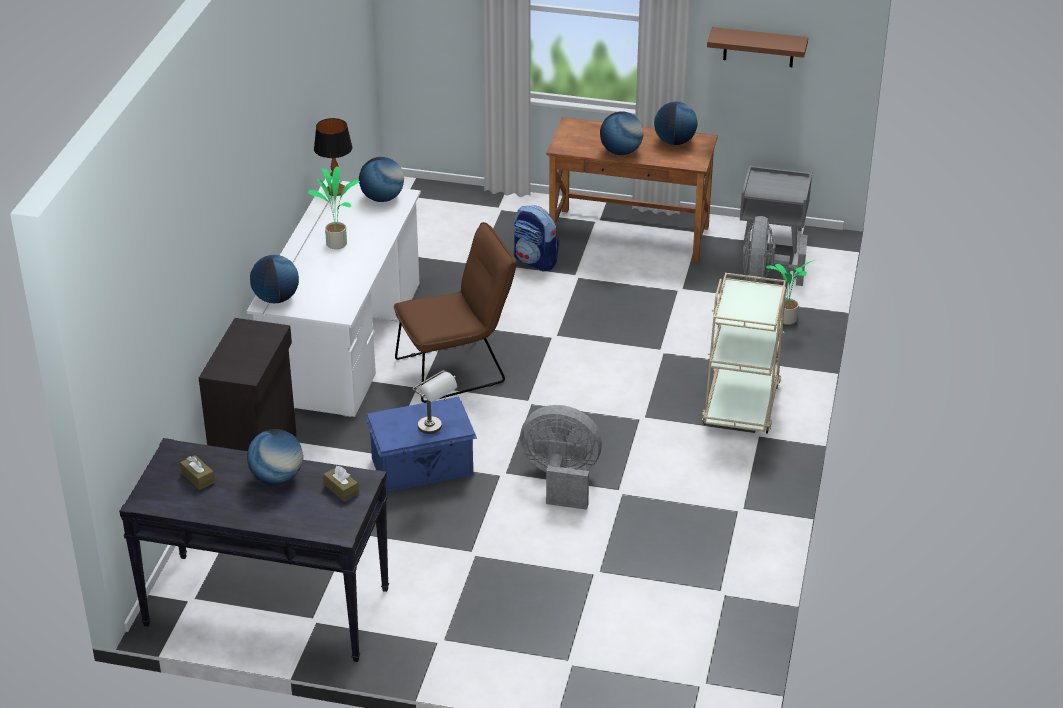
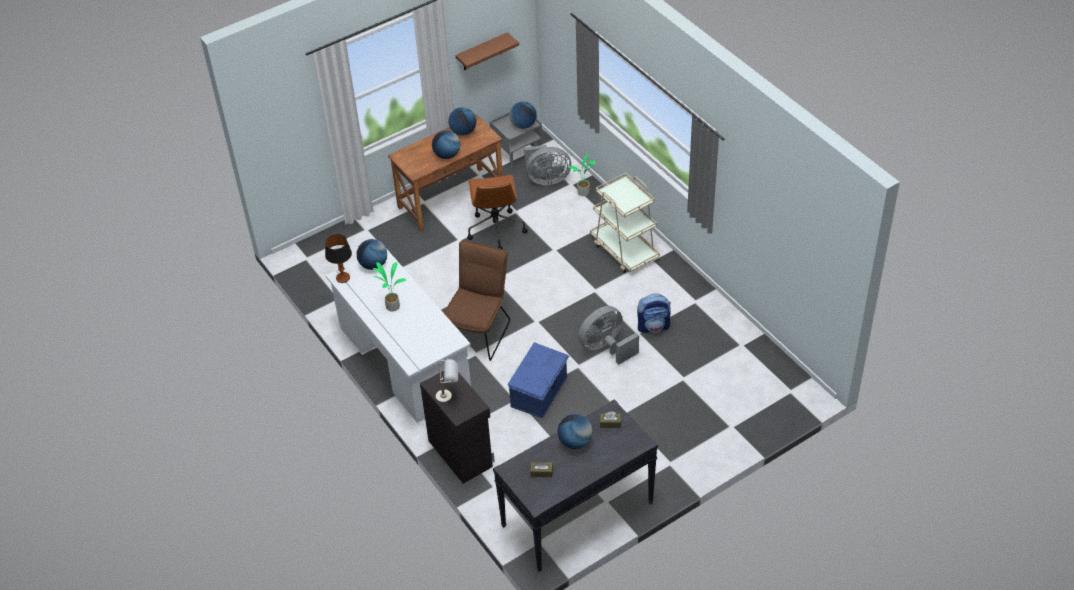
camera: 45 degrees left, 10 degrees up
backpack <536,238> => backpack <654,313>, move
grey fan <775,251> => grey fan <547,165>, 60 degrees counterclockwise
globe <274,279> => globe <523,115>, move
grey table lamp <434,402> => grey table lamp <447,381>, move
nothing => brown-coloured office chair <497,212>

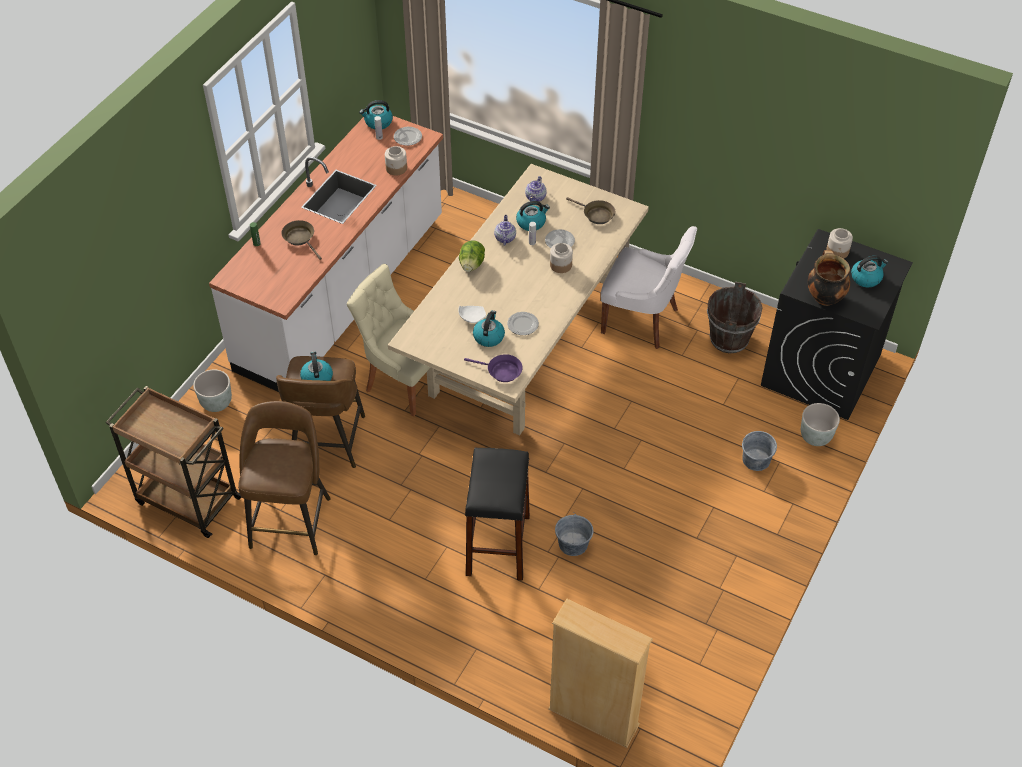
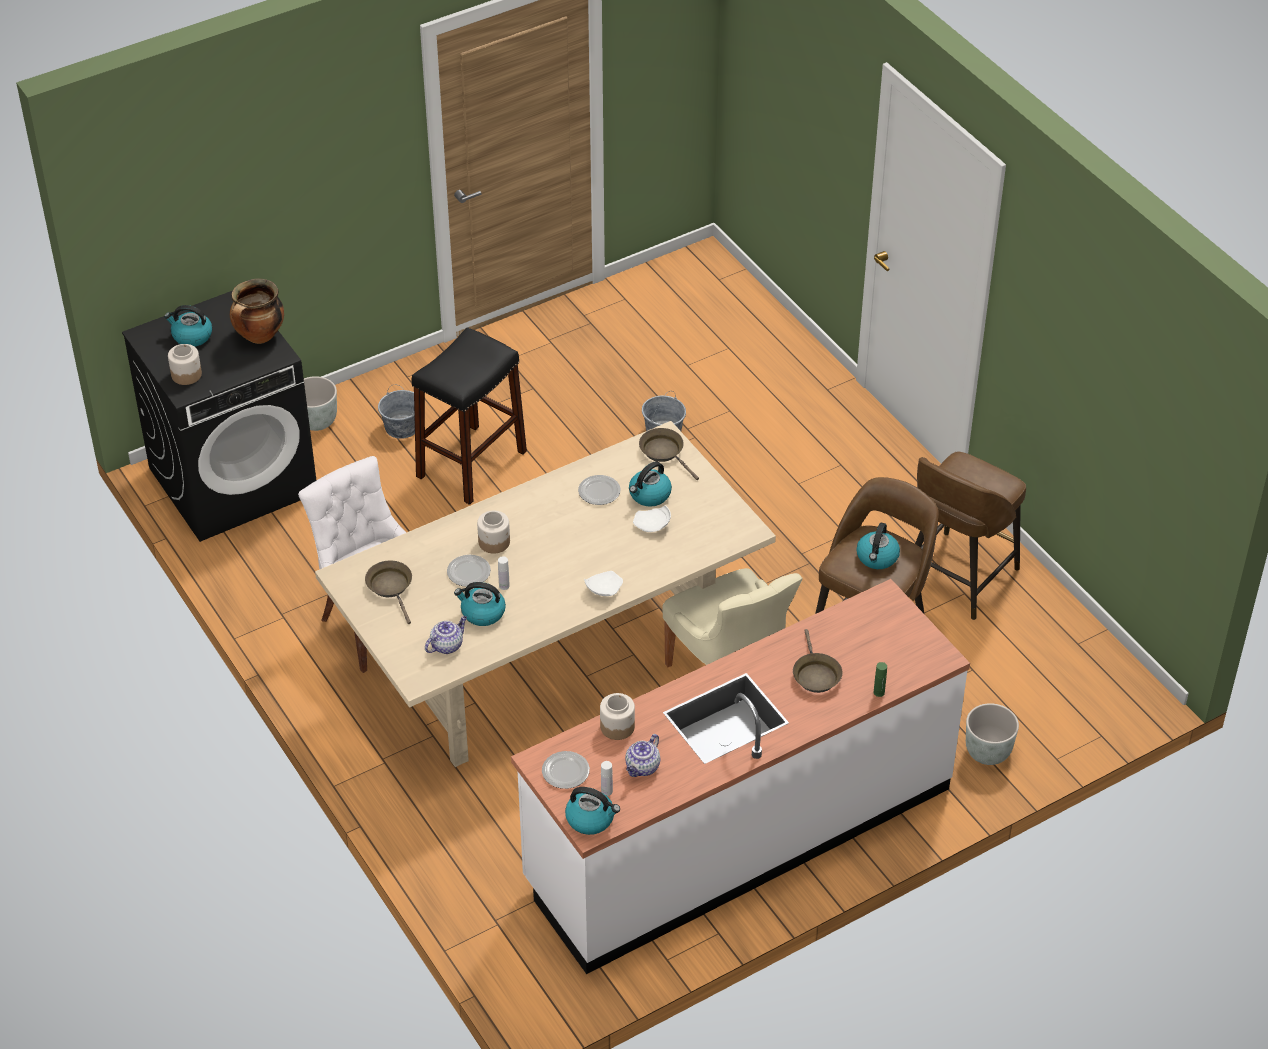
camera: 150 degrees left, 5 degrees down
tea pot <505,230> => tea pot <642,755>, move
head of lettuce <472,256> => white dinner plate <603,583>
brown-coloured pail <735,318> => nothing
purple-coloured pan <493,368> => brown-coloured pan <669,454>
brown-coloured cart <173,462> => nothing
black stool <497,514> => black stool <469,416>, move
beige-coloured bookshelf <600,673> => nothing

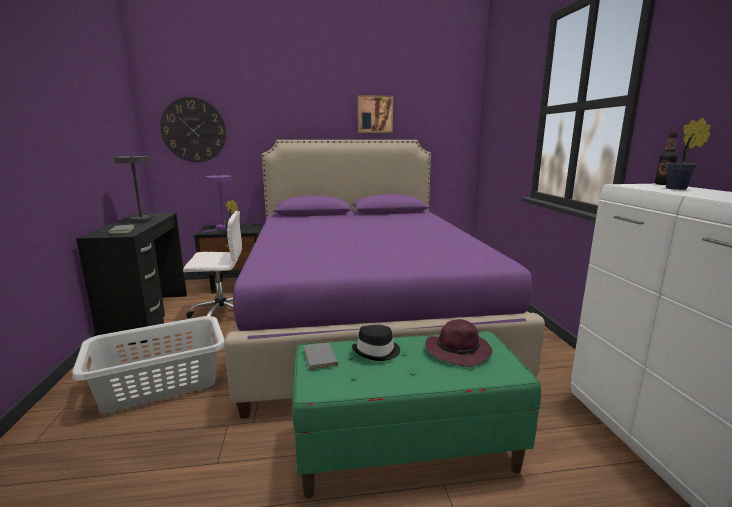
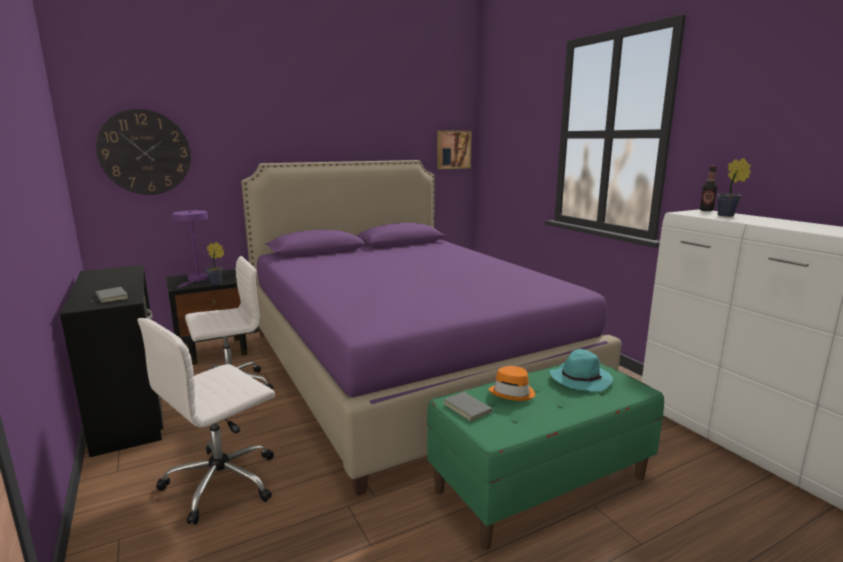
camera: 20 degrees left, 0 degrees up
picture <375,114> => picture <454,149>, move
grey table lamp <136,189> => nothing
grey laundry basket <148,364> => white office chair <206,421>
purple-coloured hat <458,343> => blue-green hat <581,370>
black hat <376,343> => orange-coloured hat <511,383>

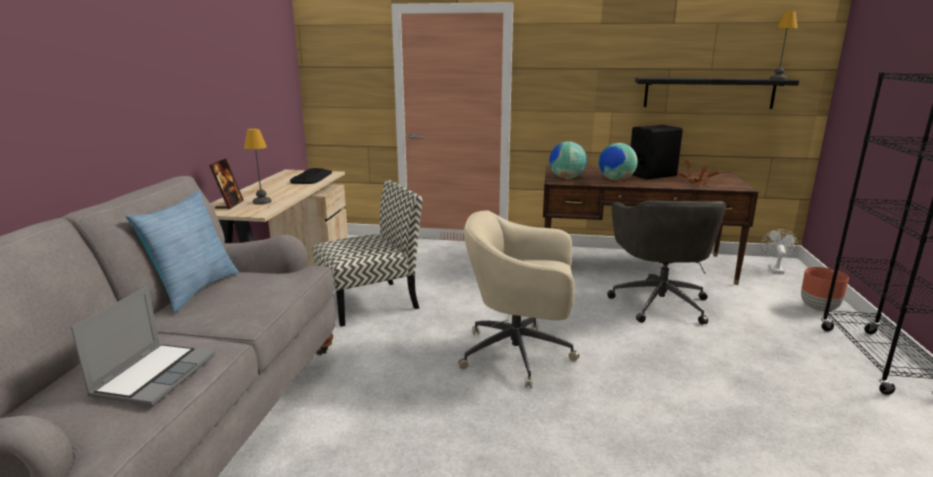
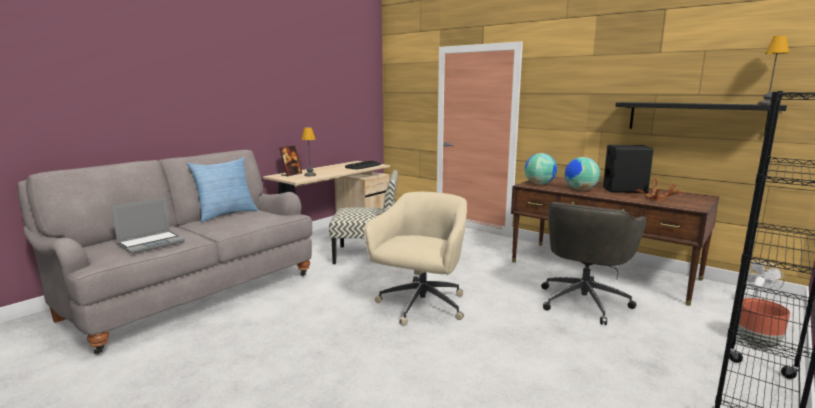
camera: 30 degrees right, 5 degrees down
beige-coloured office chair <519,299> => beige-coloured office chair <415,259>, 75 degrees clockwise

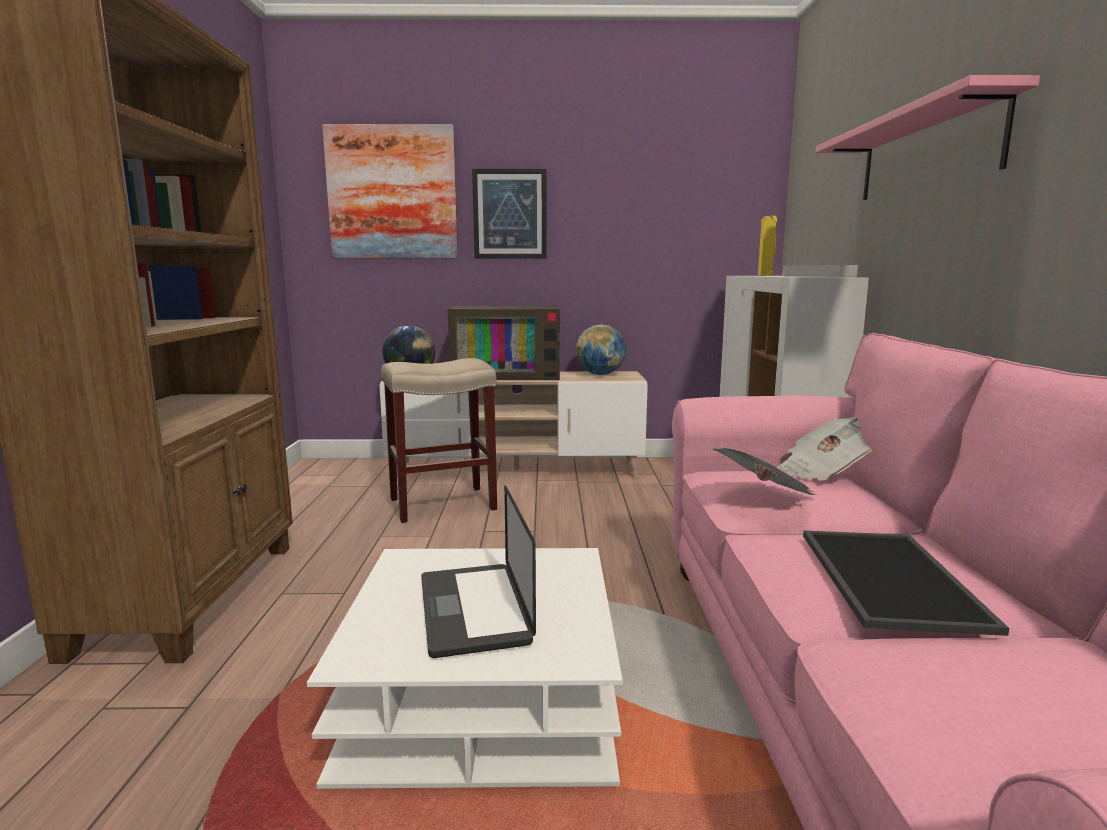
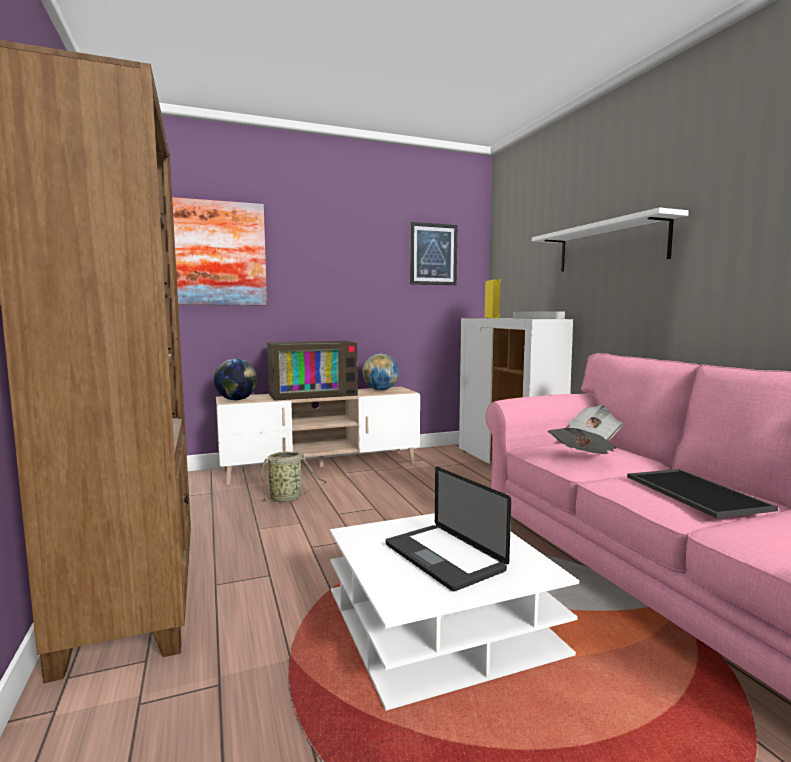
camera: 20 degrees left, 5 degrees down
pinkish bracket shelf <927,137> => white bracket shelf <610,239>
picture <509,214> => picture <433,253>, move
beige-coloured stool <439,440> => storage basket <290,477>

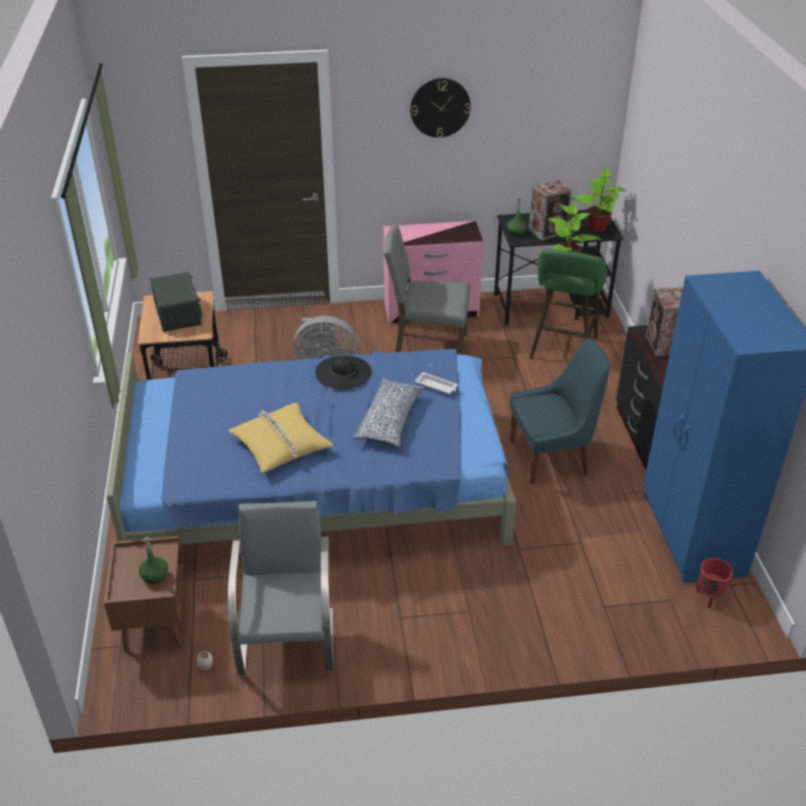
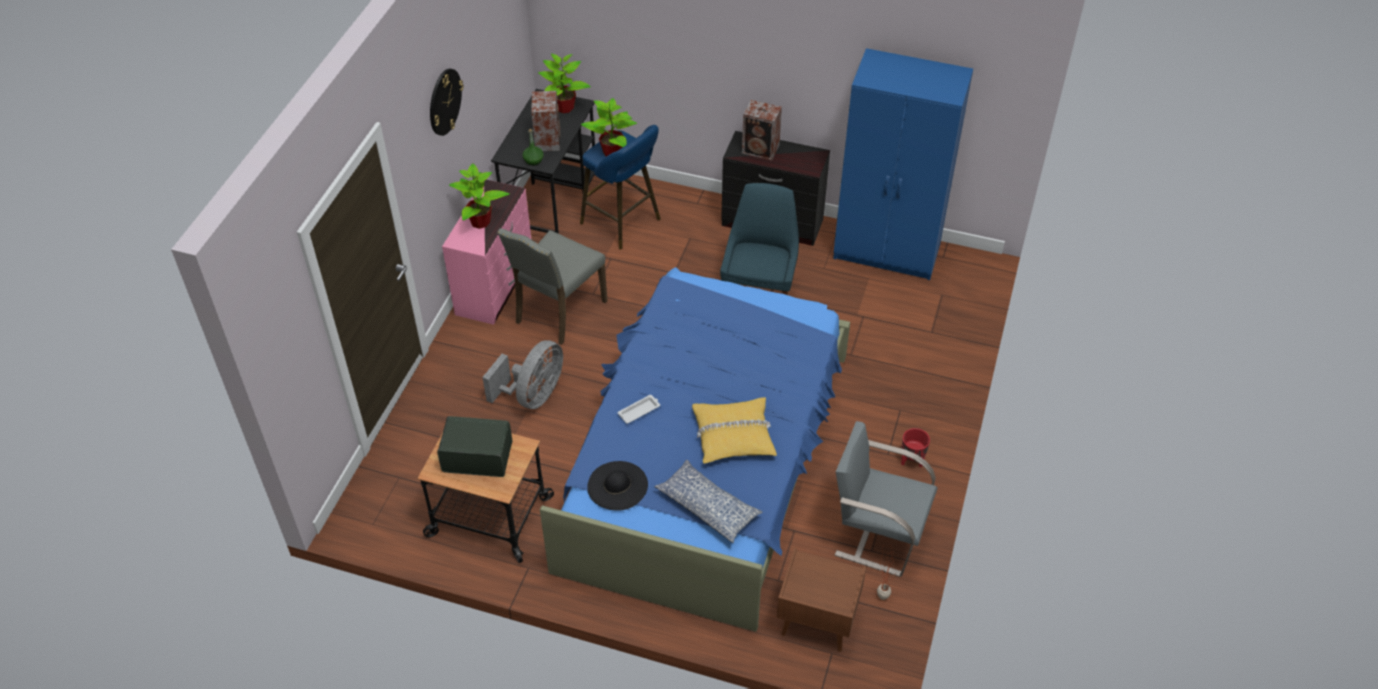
camera: 65 degrees left, 10 degrees up
green-coloured stool <568,304> => bluish stool <620,187>
black hat <343,372> => black hat <617,486>, move
white serving tray <436,383> => white serving tray <639,409>, move
cushion <389,412> => cushion <708,501>, move
green-coloured bottle <153,560> => nothing
red-coloured flower pot <714,583> => red-coloured flower pot <915,447>, move
nothing => plant in a pot <479,196>

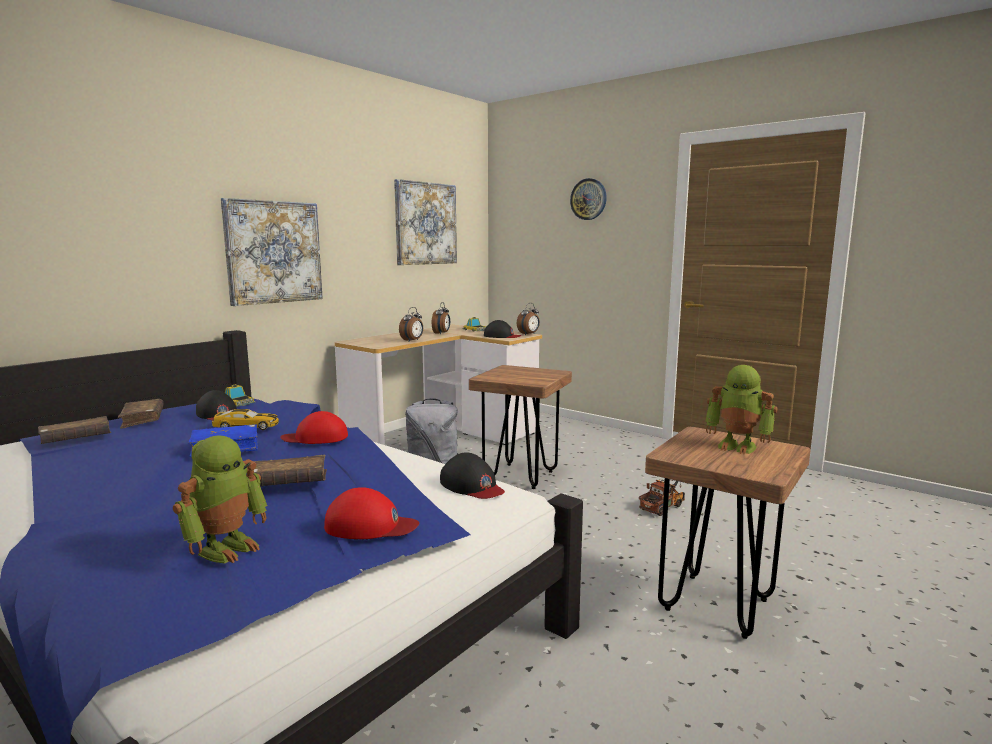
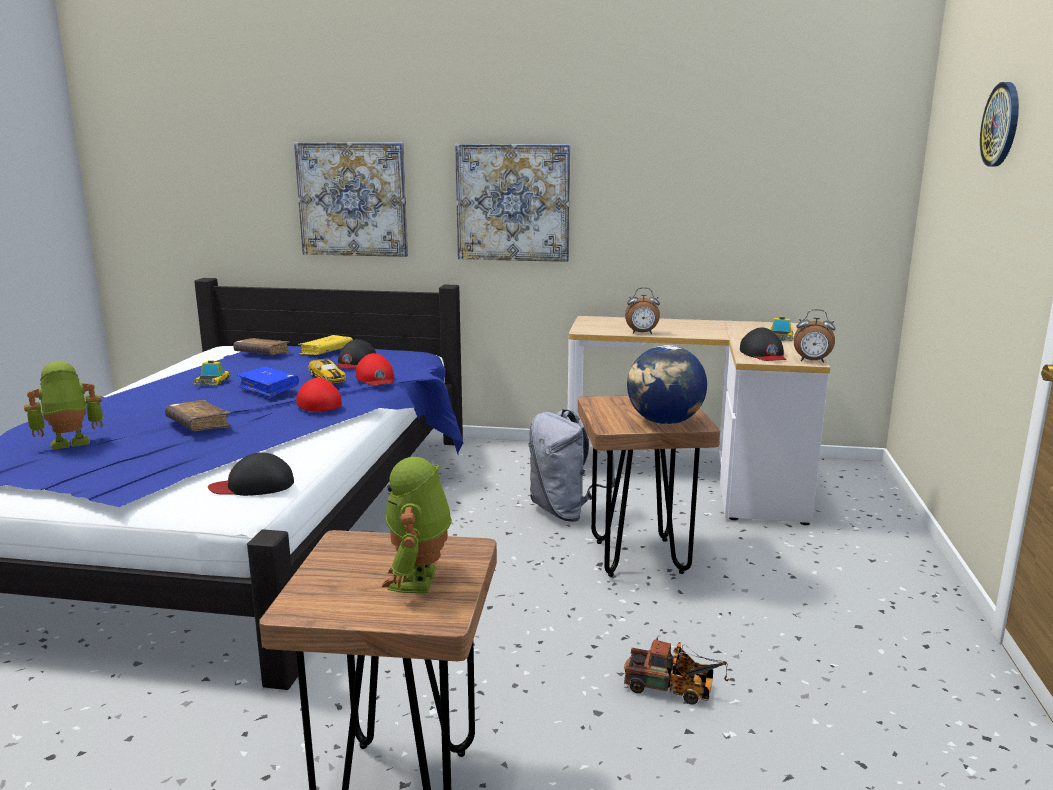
camera: 60 degrees right, 5 degrees up
picture <425,222> => picture <351,199>, move
table clock <441,318> => nothing
model car <240,395> => model car <212,373>, move
brown-coloured book <140,414> => yellow-coloured book <325,345>
robot figure <220,499> => robot figure <63,405>, 150 degrees clockwise
black cap <472,475> => black cap <251,474>, 60 degrees clockwise
red-coloured cap <371,513> => red-coloured cap <375,369>, move
nothing => globe <667,384>

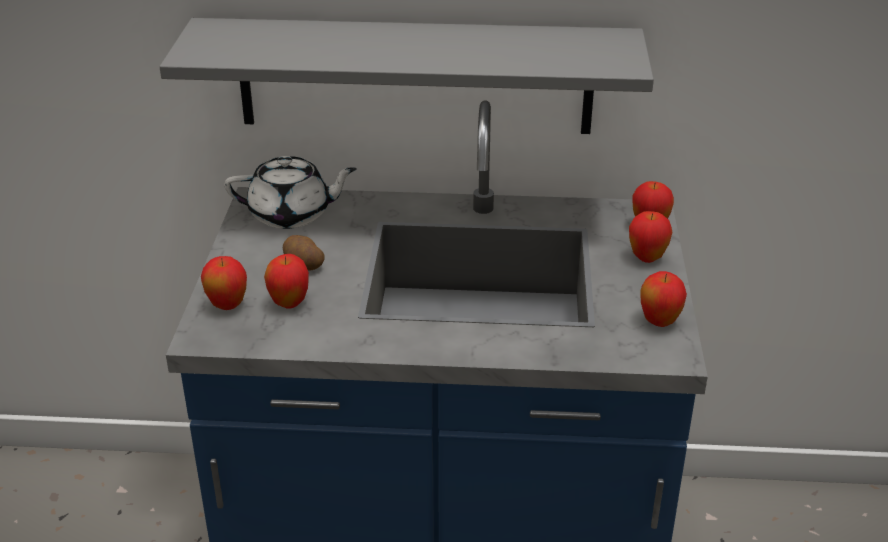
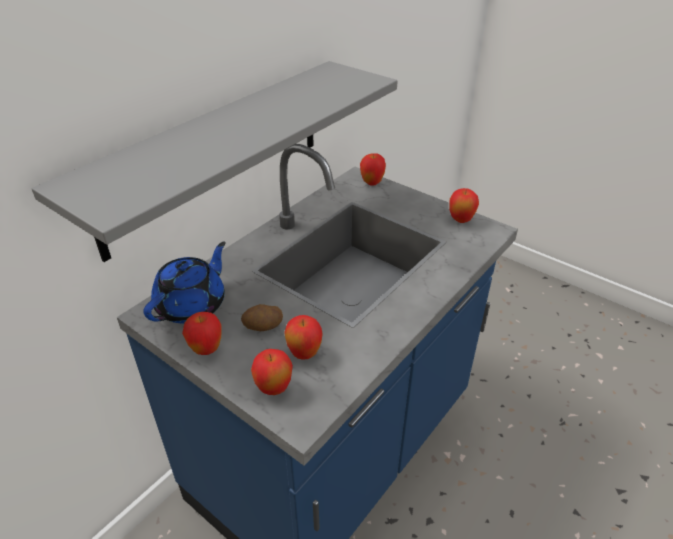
camera: 55 degrees left, 5 degrees up
white tea pot <290,192> => bluish tea pot <184,283>
apple <650,237> => apple <201,333>, move

